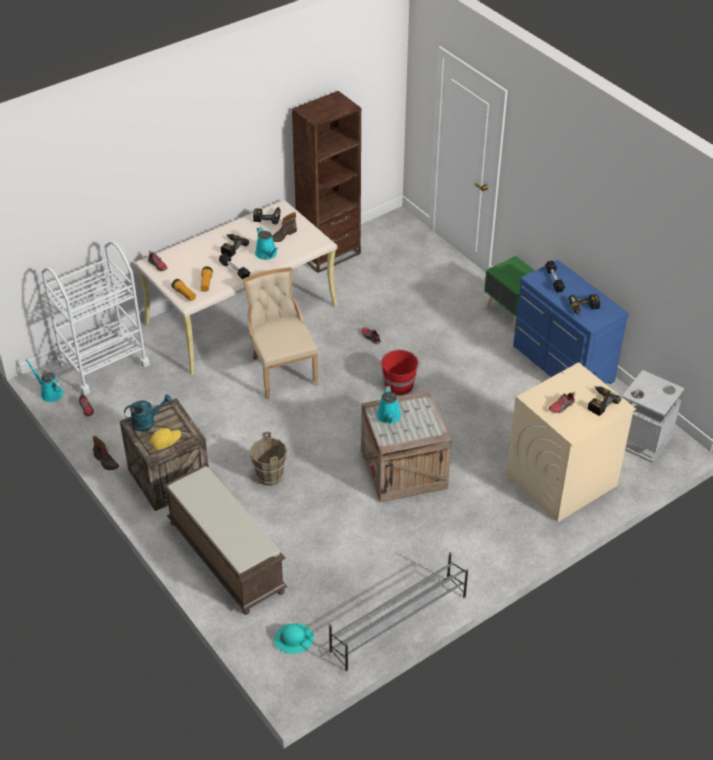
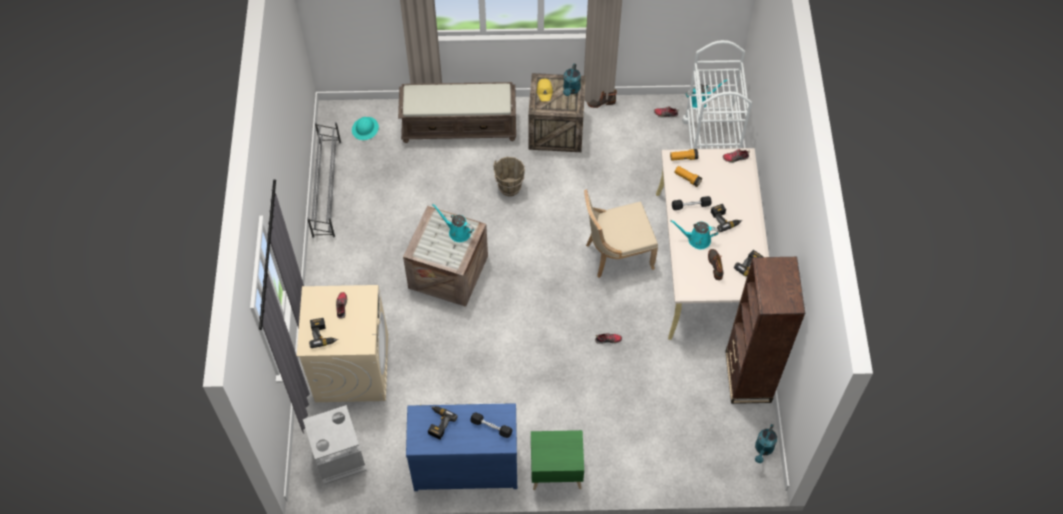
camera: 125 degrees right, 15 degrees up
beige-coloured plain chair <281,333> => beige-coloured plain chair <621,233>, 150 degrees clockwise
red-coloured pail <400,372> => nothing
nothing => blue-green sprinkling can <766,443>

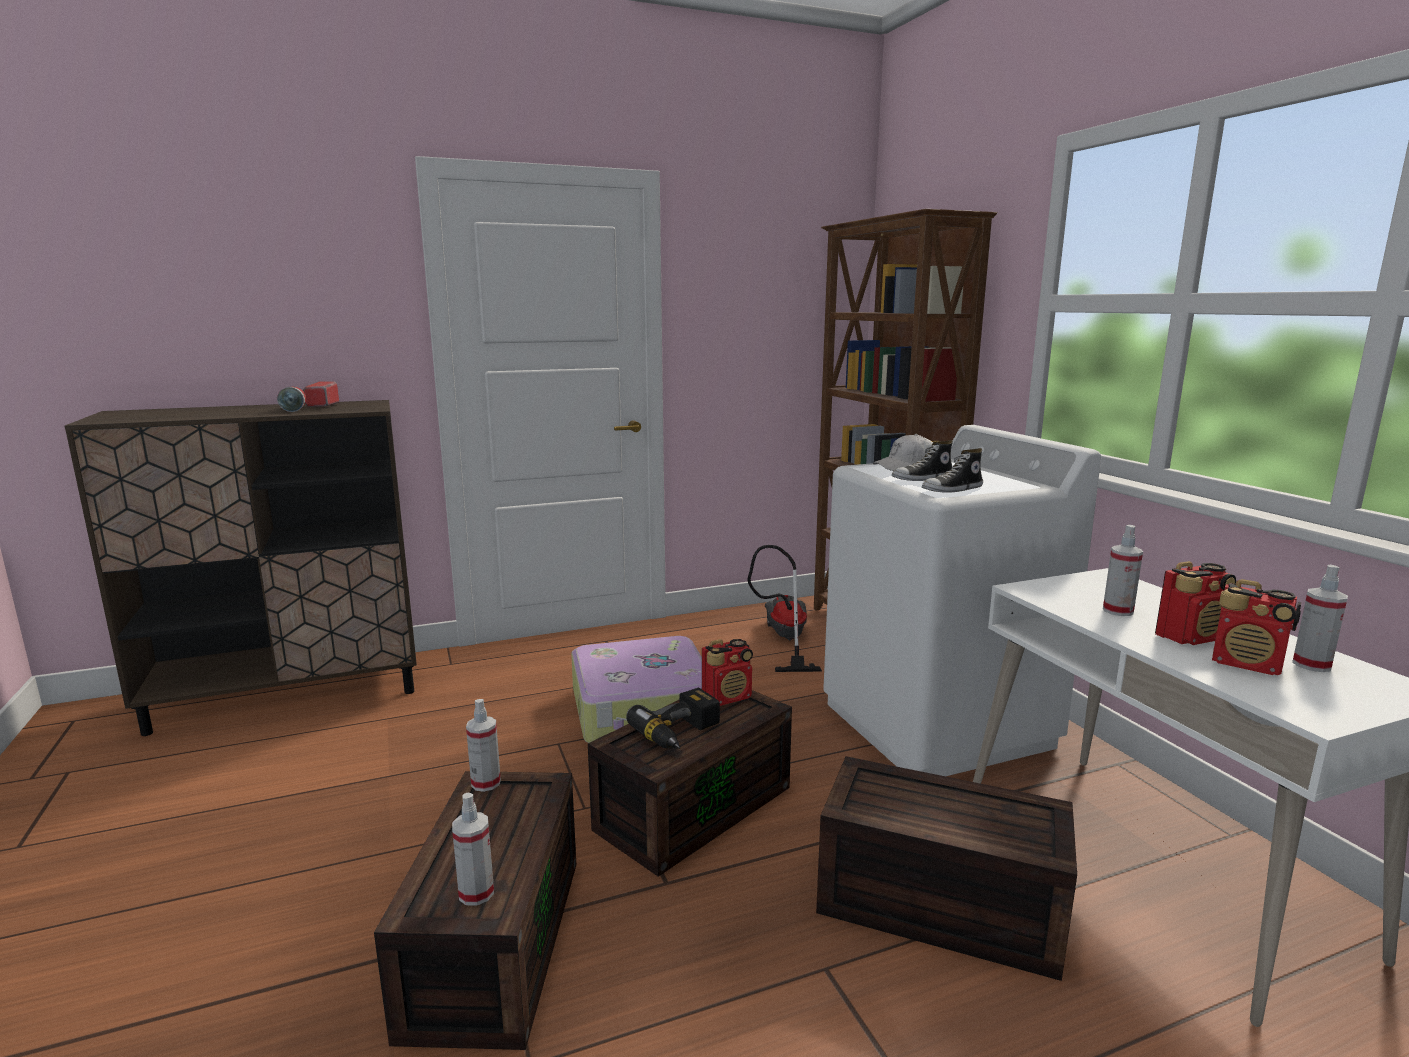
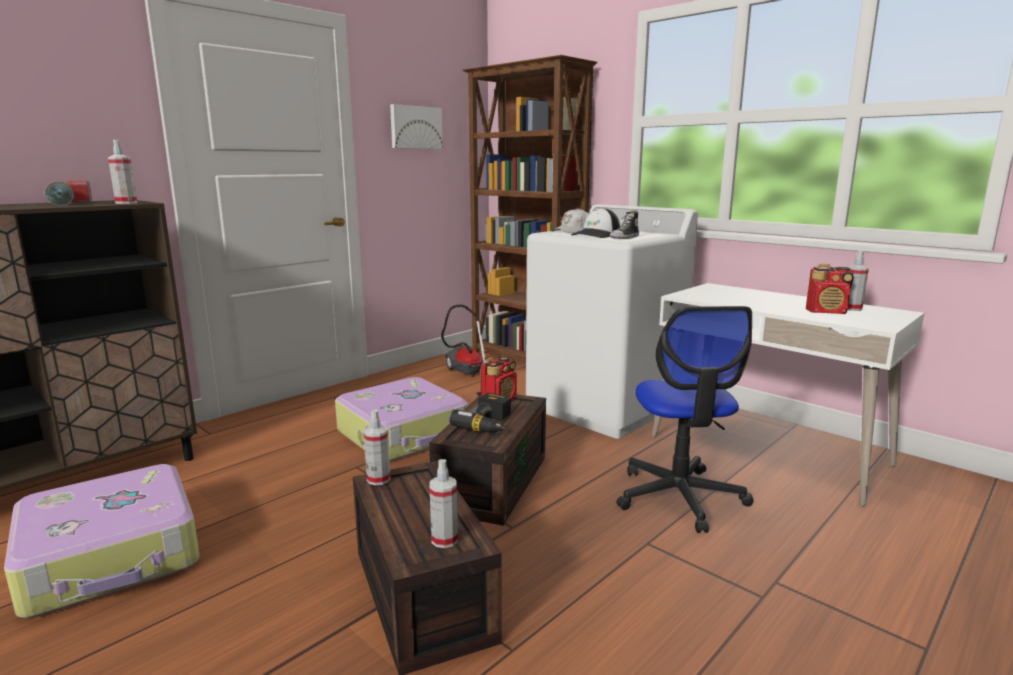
camera: 25 degrees left, 0 degrees up
shoe <922,460> => cap <595,223>
sprayer <1123,570> => sprayer <122,172>, move
radio <1195,603> => nothing
brown-coloured storage container <946,868> => office chair <684,419>
nothing => picture <416,126>
nothing => travel case <102,541>

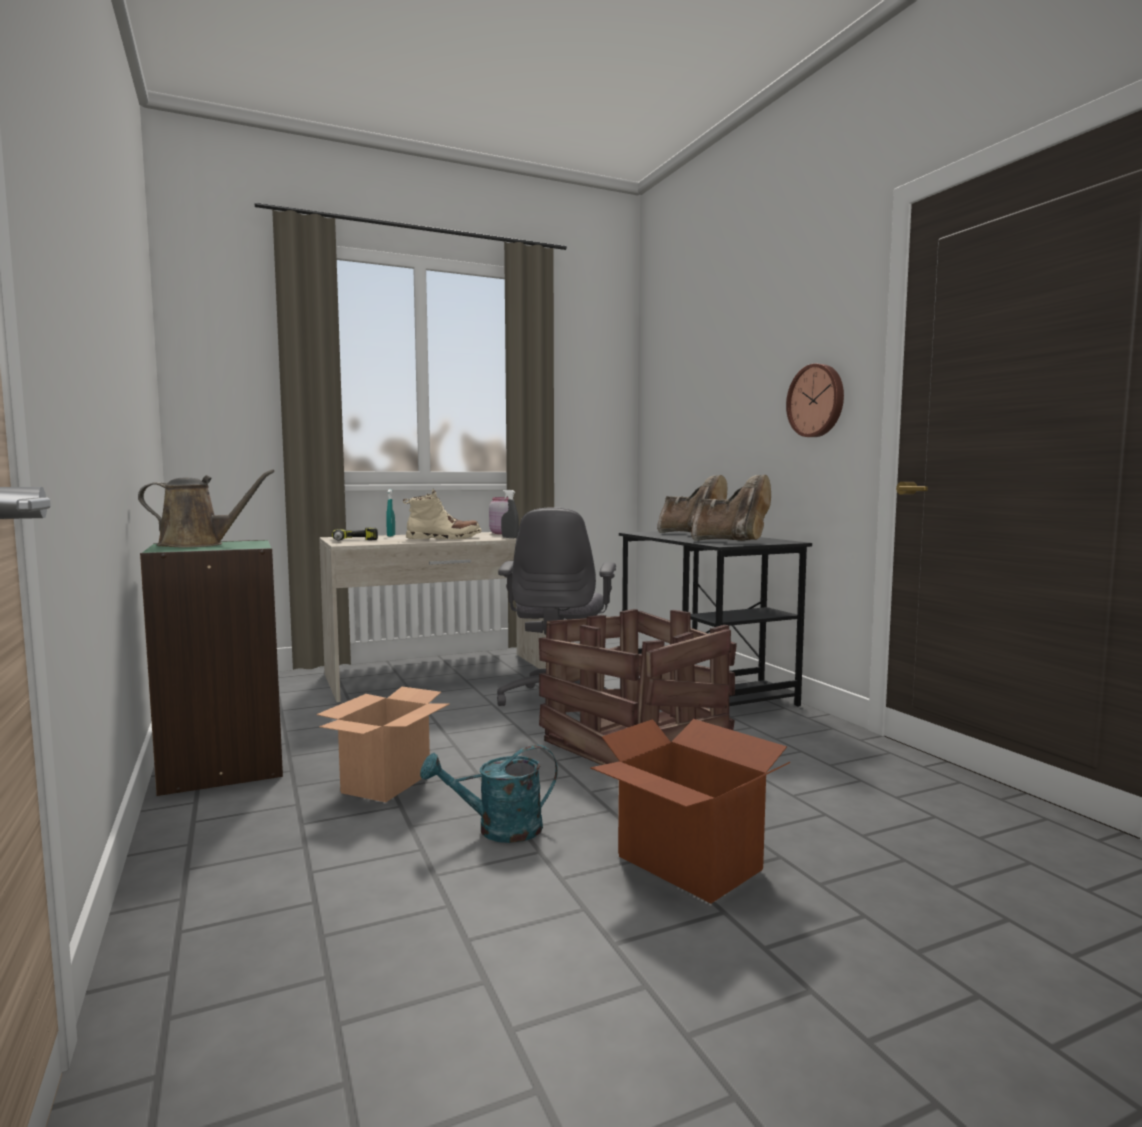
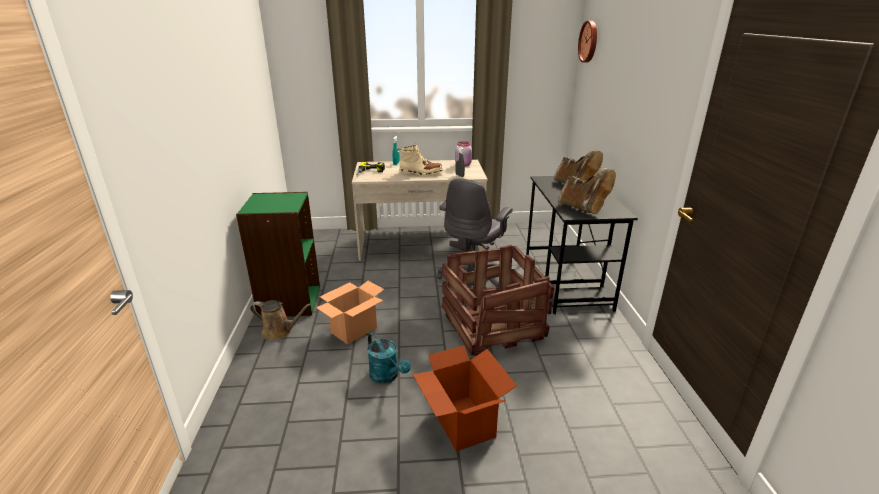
camera: 20 degrees right, 20 degrees up
wall clock <815,400> => wall clock <587,42>, move
brown-coloured sprinkling can <206,508> => brown-coloured sprinkling can <281,320>, move
blue-green sprinkling can <489,794> => blue-green sprinkling can <389,358>, 135 degrees counterclockwise

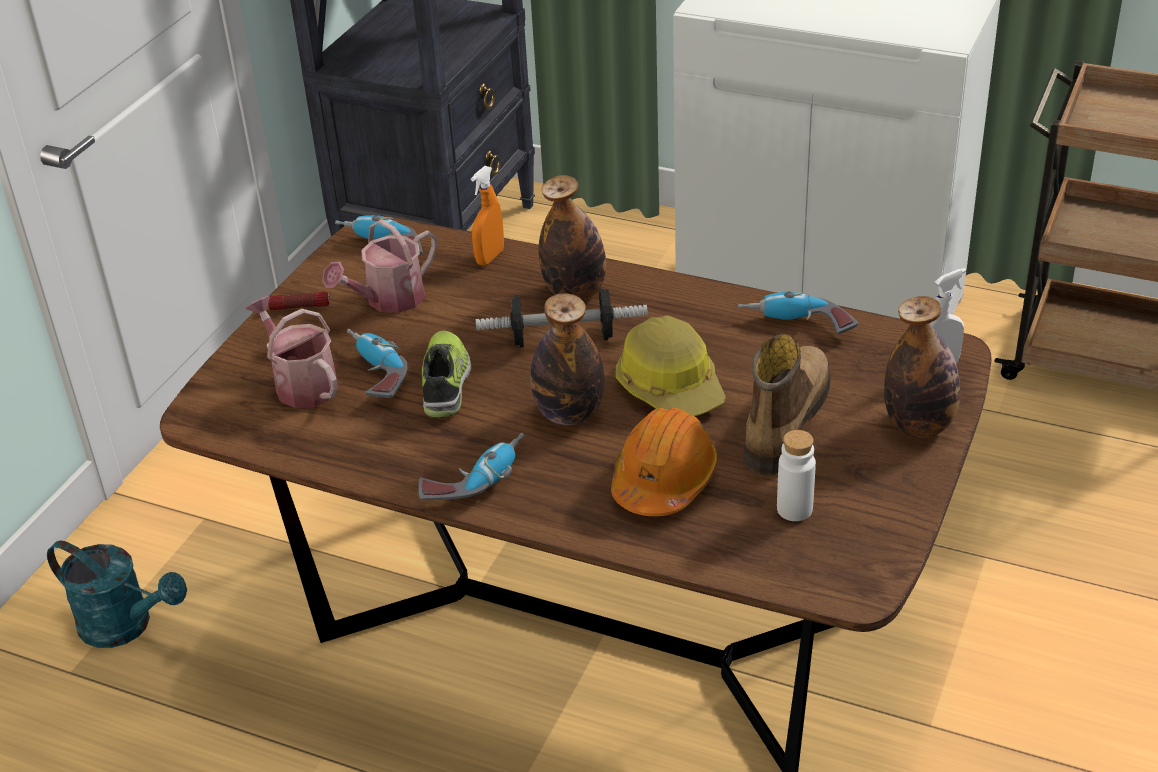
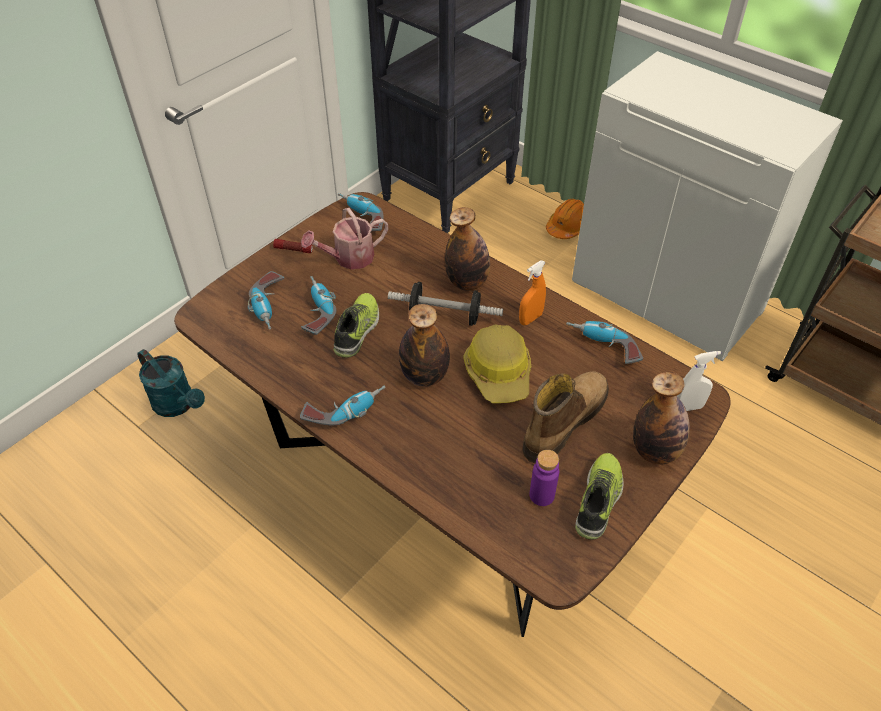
camera: 15 degrees right, 10 degrees up
orange-coloured sprayer <487,215> => orange-coloured sprayer <532,292>, move
sprinkling can <292,352> => electric drill <265,300>
orange-coloured safety helmet <664,462> => orange-coloured safety helmet <565,219>, move
white bottle <796,475> => purple-coloured bottle <544,478>
nothing => shoe <599,496>

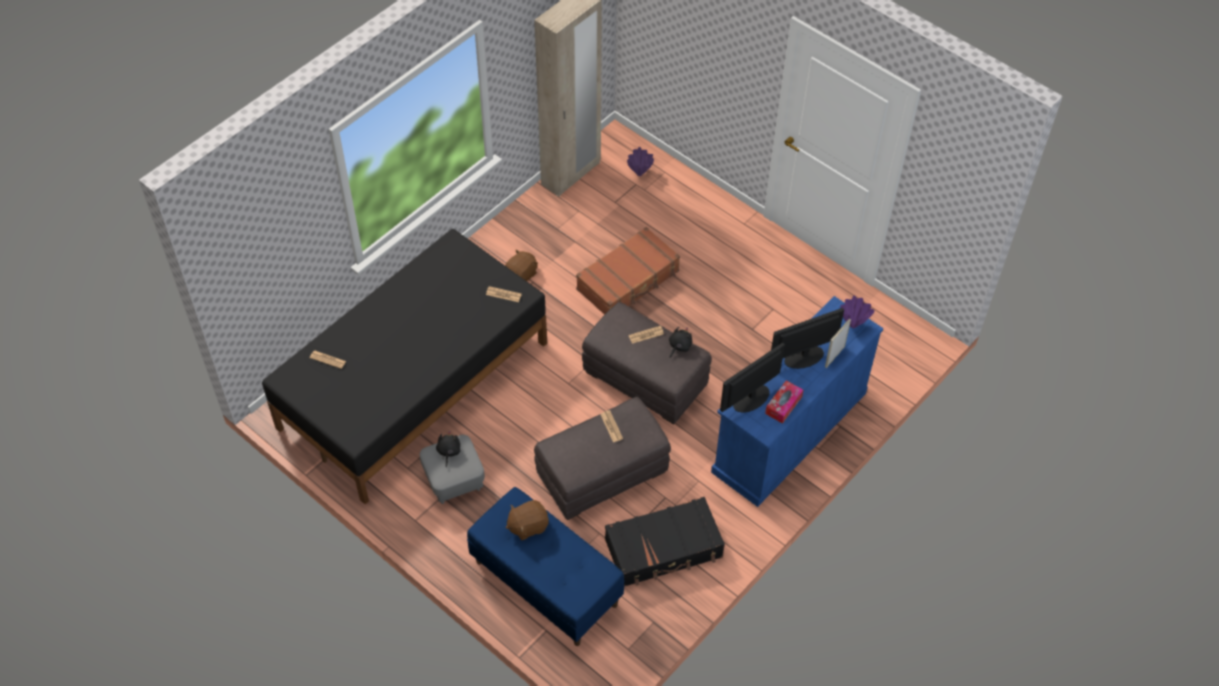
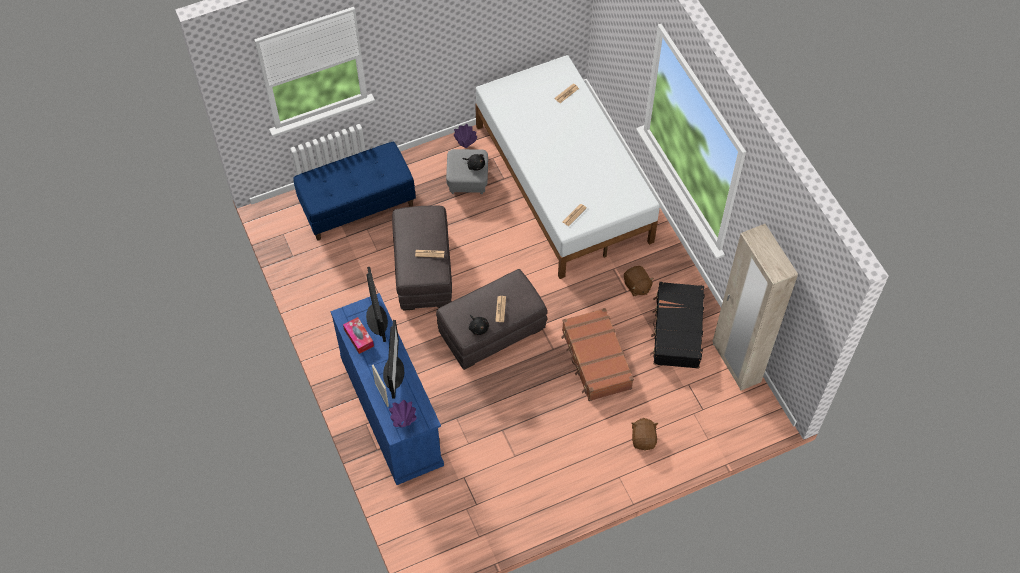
camera: 115 degrees right, 5 degrees up
purple-coloured flower vase <640,161> => purple-coloured flower vase <465,136>, move
black sleeping bed <404,366> => white sleeping bed <567,167>
black travel case <665,542> => black travel case <677,325>, move
brown-coloured cuddly toy <527,520> => brown-coloured cuddly toy <644,434>, move

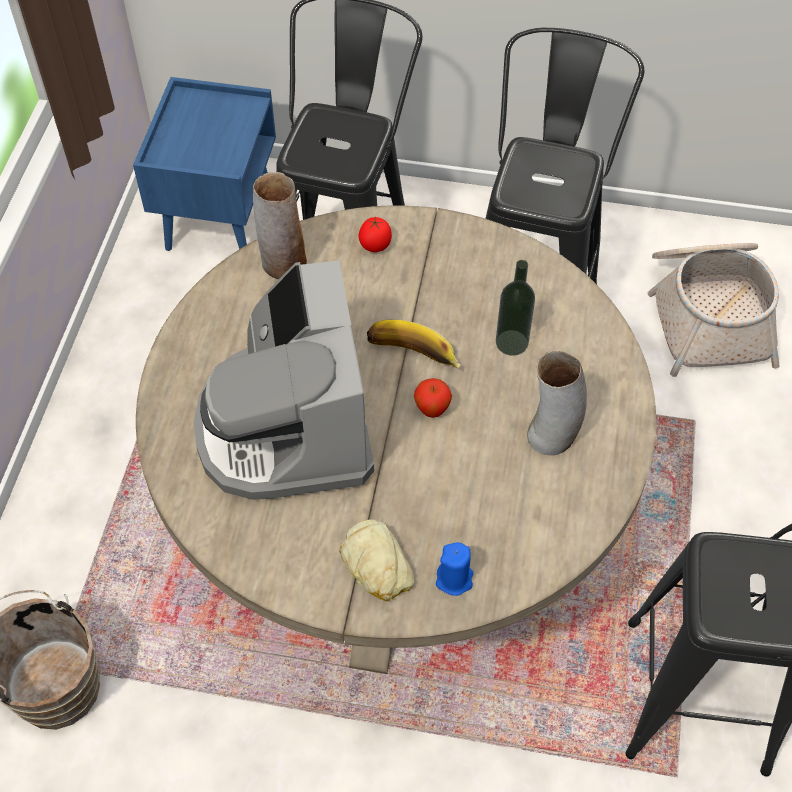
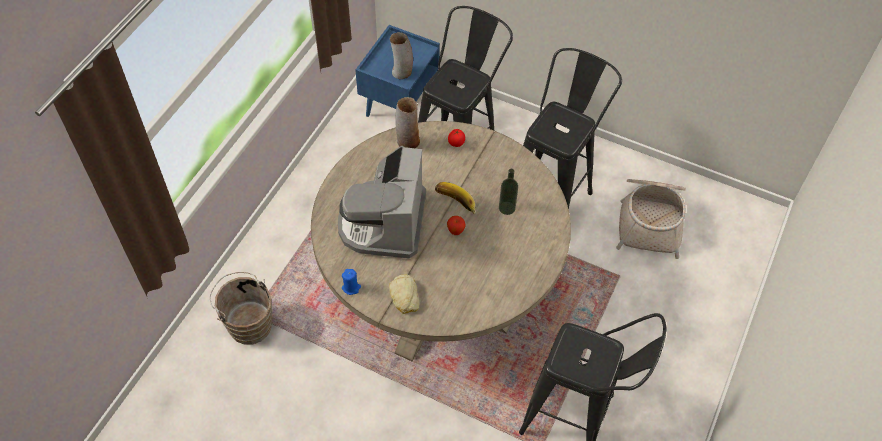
camera: 15 degrees right, 0 degrees up
flower vase <557,403> => flower vase <401,55>, move
bluish wax candle <454,569> => bluish wax candle <351,282>, move

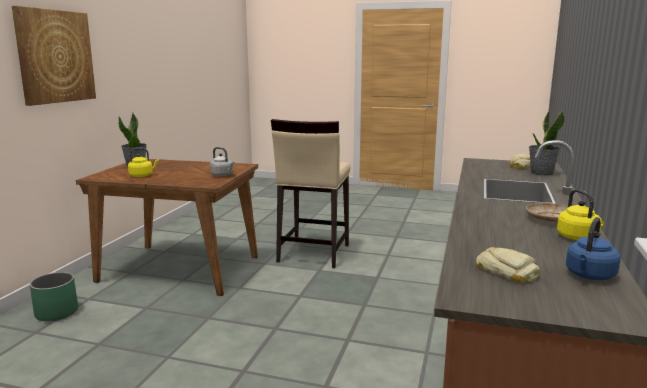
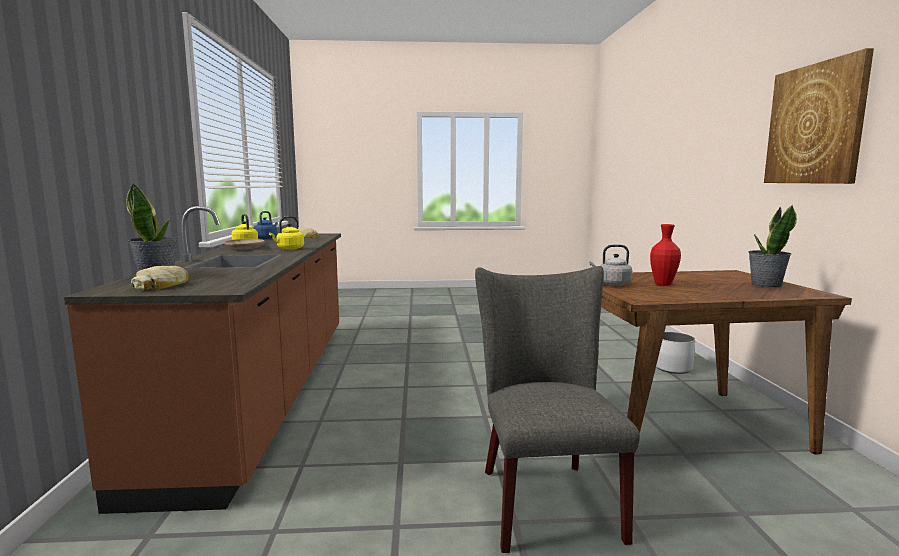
camera: 160 degrees right, 5 degrees down
beige-coloured stool <311,193> => grey plain chair <557,409>
yellow-coloured tea kettle <143,162> => yellow-coloured tea kettle <286,233>, move
green-coloured flower pot <54,297> => white flower pot <675,353>
nothing => red-coloured flower vase <665,255>

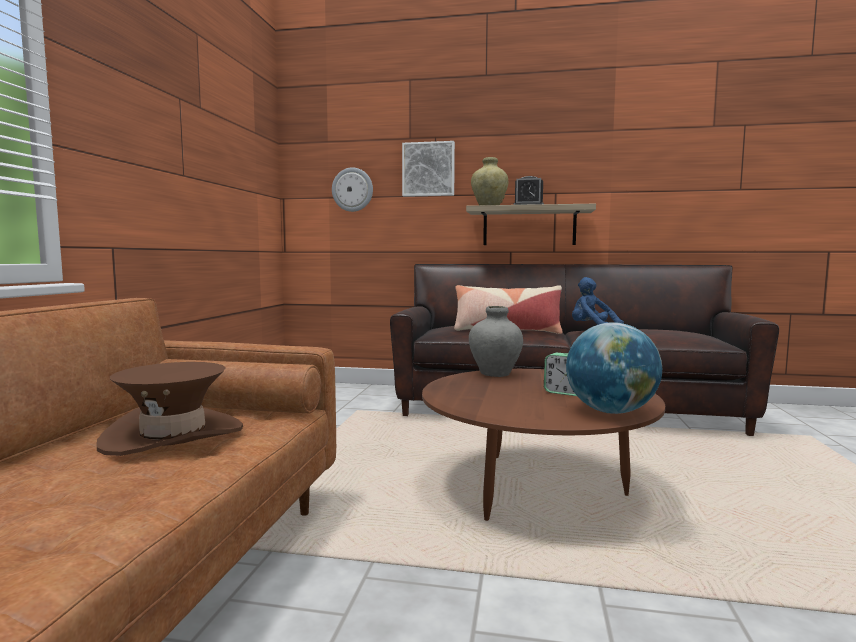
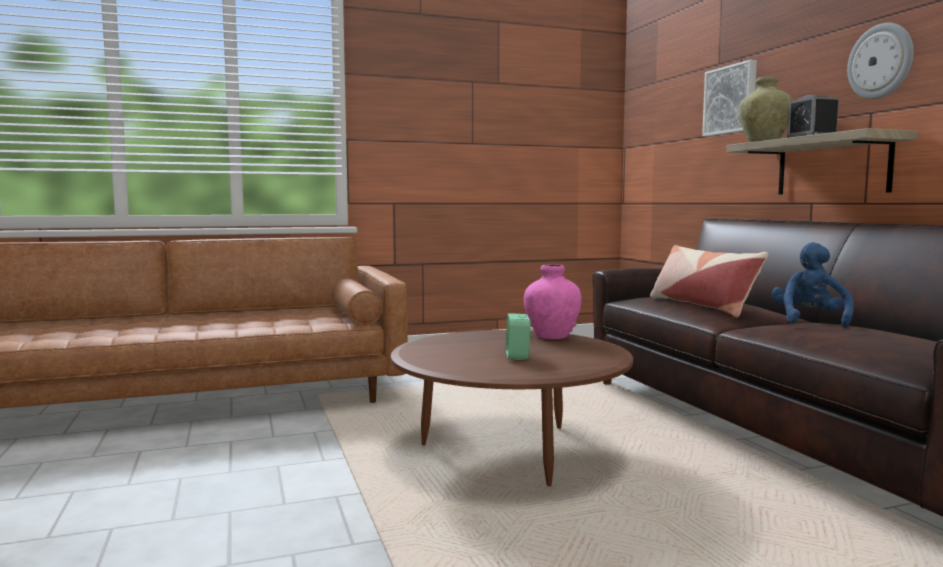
camera: 60 degrees right, 0 degrees up
wall clock <352,189> => wall clock <880,61>, move
grey flower vase <496,341> => pinkish flower vase <553,301>
globe <614,368> => nothing
brown-coloured hat <170,409> => nothing

